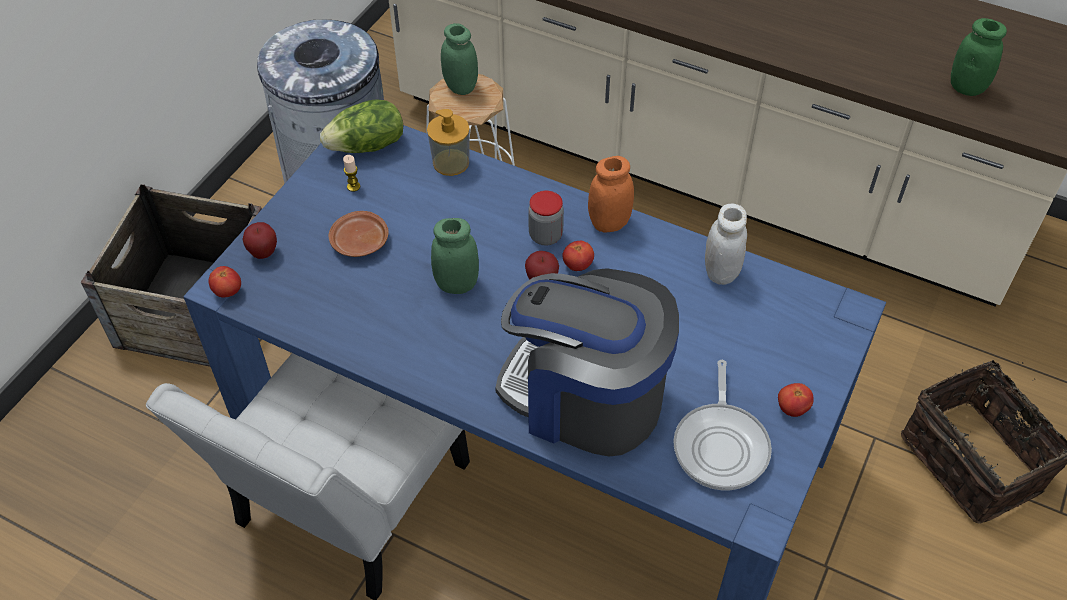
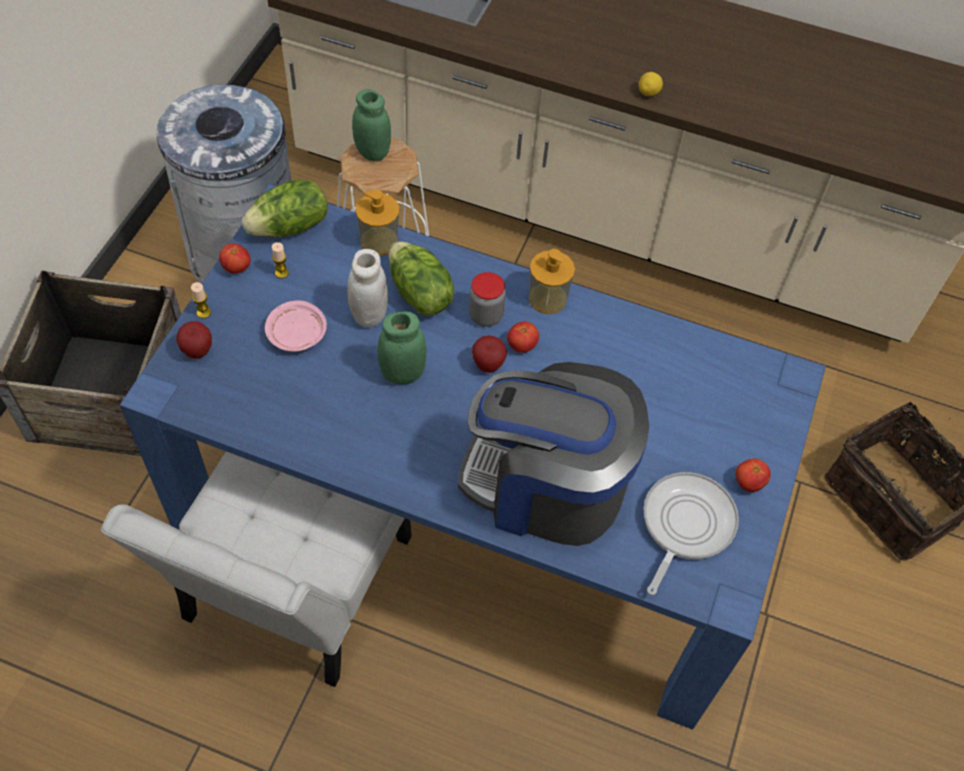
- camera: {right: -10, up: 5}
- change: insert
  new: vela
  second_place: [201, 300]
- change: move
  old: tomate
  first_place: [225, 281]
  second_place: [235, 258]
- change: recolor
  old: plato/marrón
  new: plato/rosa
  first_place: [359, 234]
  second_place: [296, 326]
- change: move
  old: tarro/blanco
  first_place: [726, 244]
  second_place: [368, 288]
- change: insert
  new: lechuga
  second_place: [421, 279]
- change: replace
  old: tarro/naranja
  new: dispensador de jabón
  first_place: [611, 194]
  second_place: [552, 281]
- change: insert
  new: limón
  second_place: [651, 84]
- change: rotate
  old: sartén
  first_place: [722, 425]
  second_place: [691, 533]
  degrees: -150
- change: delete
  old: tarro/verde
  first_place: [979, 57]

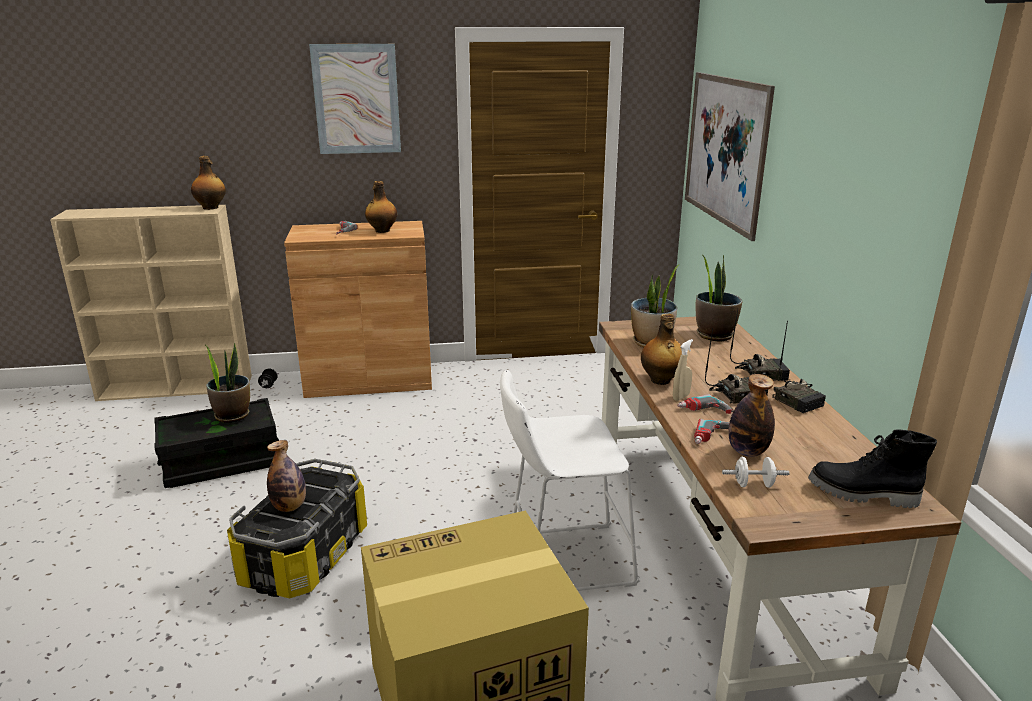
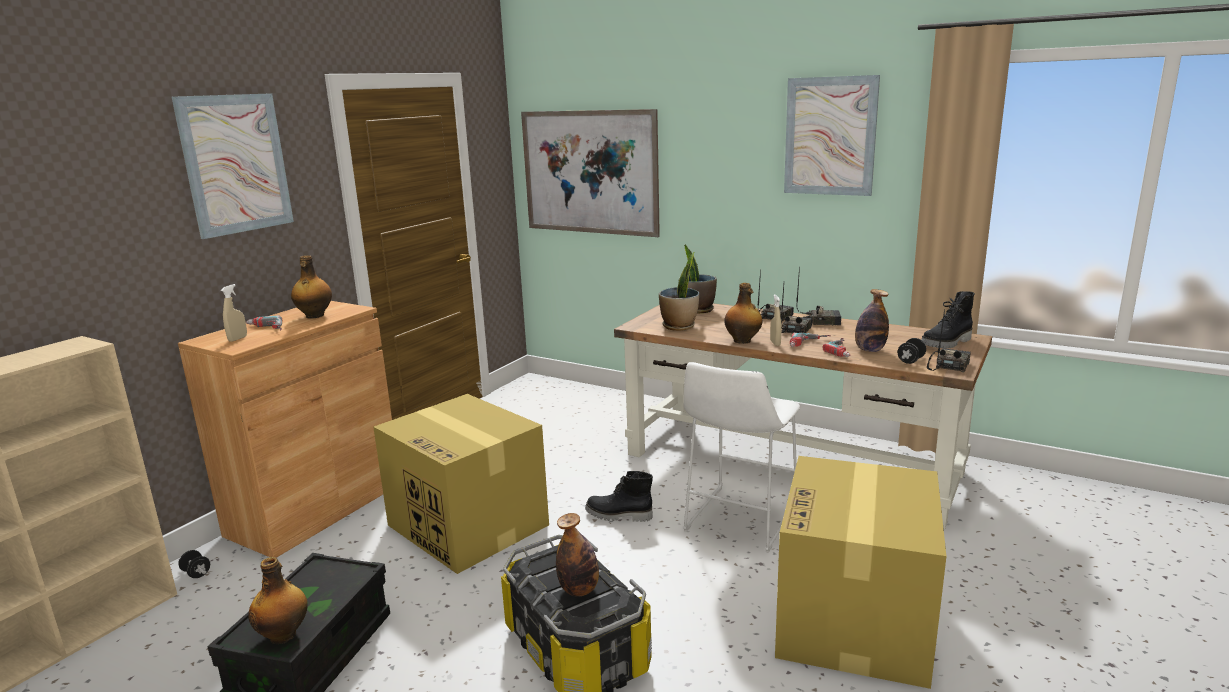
- camera: {right: -50, up: -5}
- change: insert
  new: pulverizador/beis
  second_place: [234, 313]
- change: move
  old: botella
  first_place: [208, 183]
  second_place: [278, 600]
- change: insert
  new: caja de cartón
  second_place: [461, 484]
- change: insert
  new: bota/negro
  second_place: [619, 496]
- change: insert
  new: cuadro
  second_place: [832, 135]
- change: recolor
  old: mancuerna/blanco
  new: mancuerna/negro
  first_place: [755, 472]
  second_place: [912, 351]
- change: insert
  new: radio
  second_place: [949, 340]
- change: delete
  old: planta en maceta
  first_place: [227, 383]

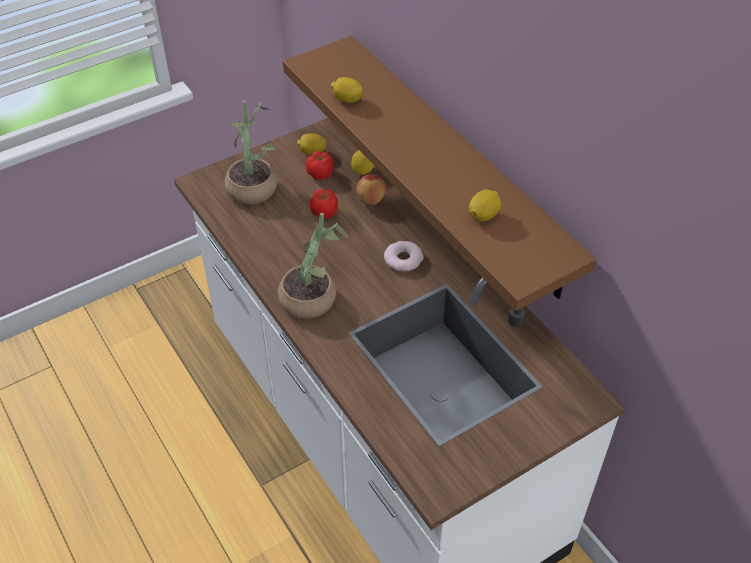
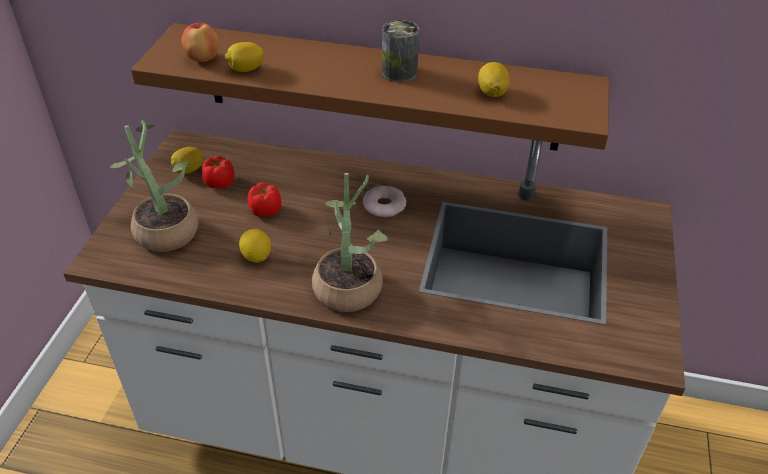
- camera: {right: -45, up: -5}
- change: move
  old: manzana
  first_place: [371, 189]
  second_place: [200, 42]
- change: move
  old: limón
  first_place: [362, 162]
  second_place: [255, 246]
- change: insert
  new: lata
  second_place: [400, 51]

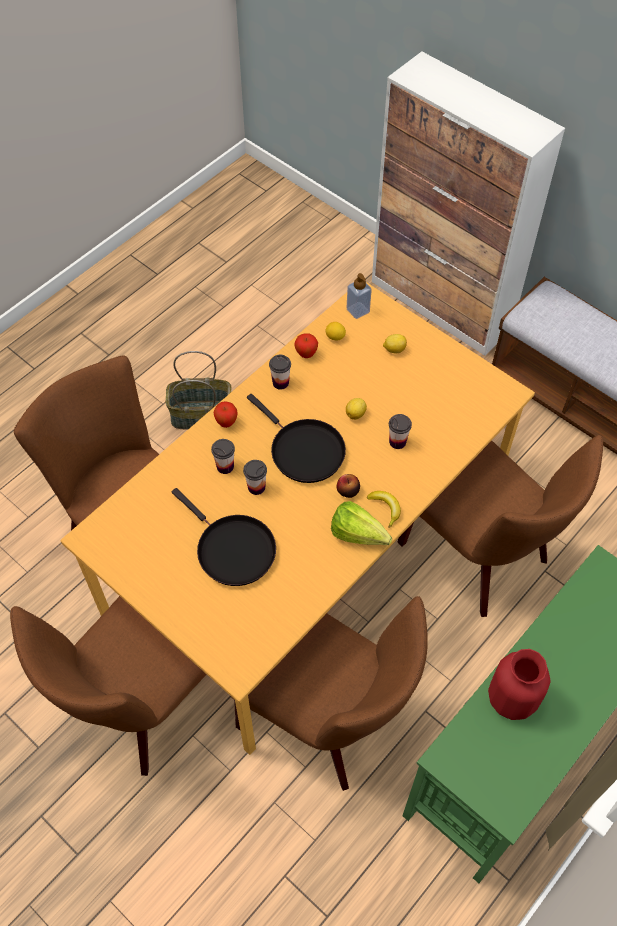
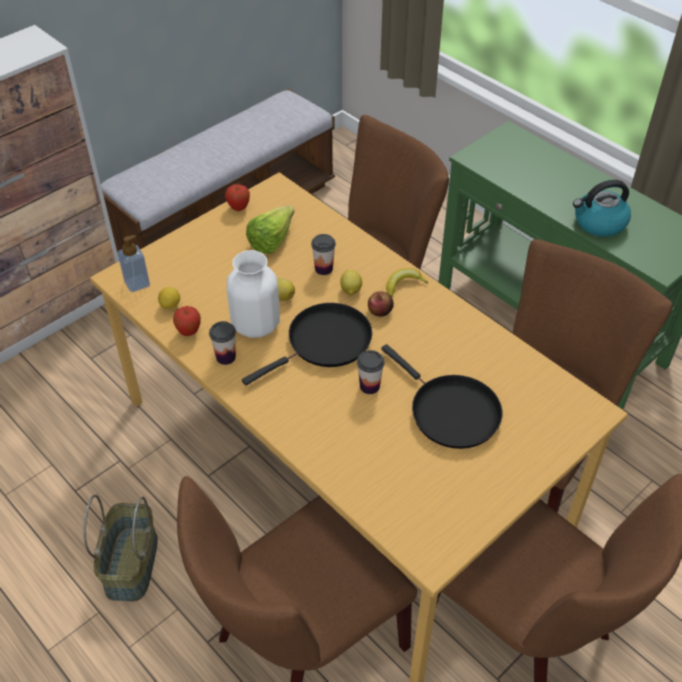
- camera: {right: -85, up: -10}
- change: move
  old: manzana
  first_place: [225, 414]
  second_place: [237, 197]
- change: insert
  new: florero/blanco
  second_place: [253, 294]
- change: move
  old: lechuga
  first_place: [361, 523]
  second_place: [270, 230]
- change: move
  old: limón
  first_place: [395, 343]
  second_place: [351, 282]
- change: rotate
  old: sartén/negro
  first_place: [224, 537]
  second_place: [442, 396]
  degrees: 90
- change: replace
  old: florero/rojo
  new: hervidor
  first_place: [519, 684]
  second_place: [602, 208]
- change: delete
  old: taza
  first_place: [223, 456]

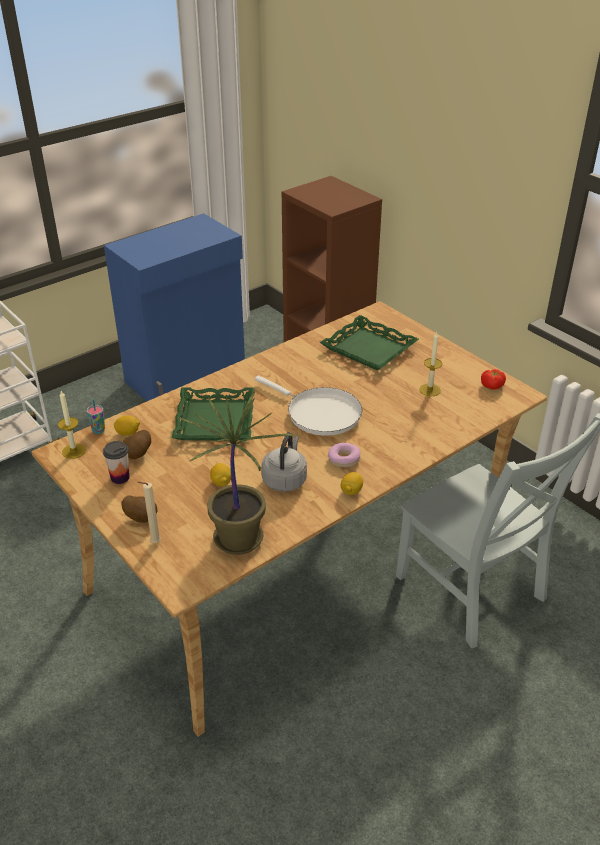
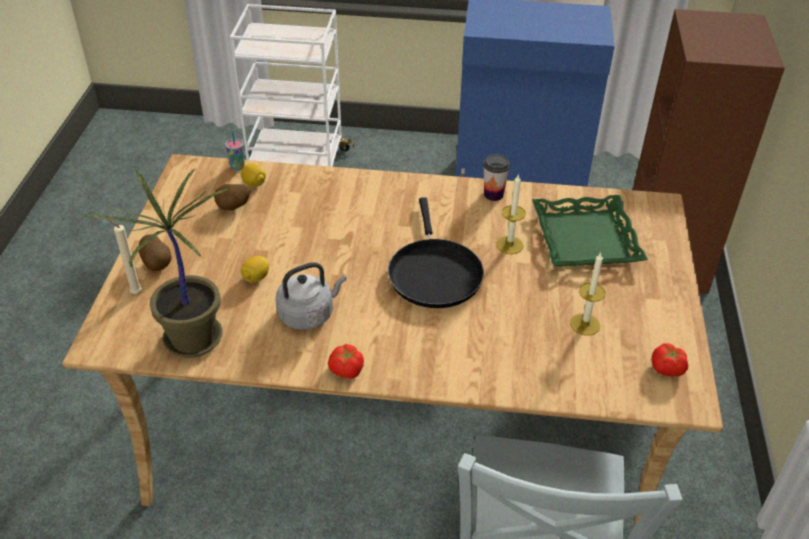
- camera: {right: 45, up: 5}
- change: replace
  old: limón
  new: tomate
  first_place: [351, 483]
  second_place: [346, 361]
- change: recolor
  old: sartén/blanco
  new: sartén/negro
  first_place: [308, 405]
  second_place: [436, 252]
- change: move
  old: taza
  first_place: [116, 462]
  second_place: [496, 177]
- change: move
  old: vela
  first_place: [72, 425]
  second_place: [511, 214]
- change: delete
  old: bandeja/verde
  first_place: [213, 414]
- change: delete
  old: rosquilla
  first_place: [344, 455]

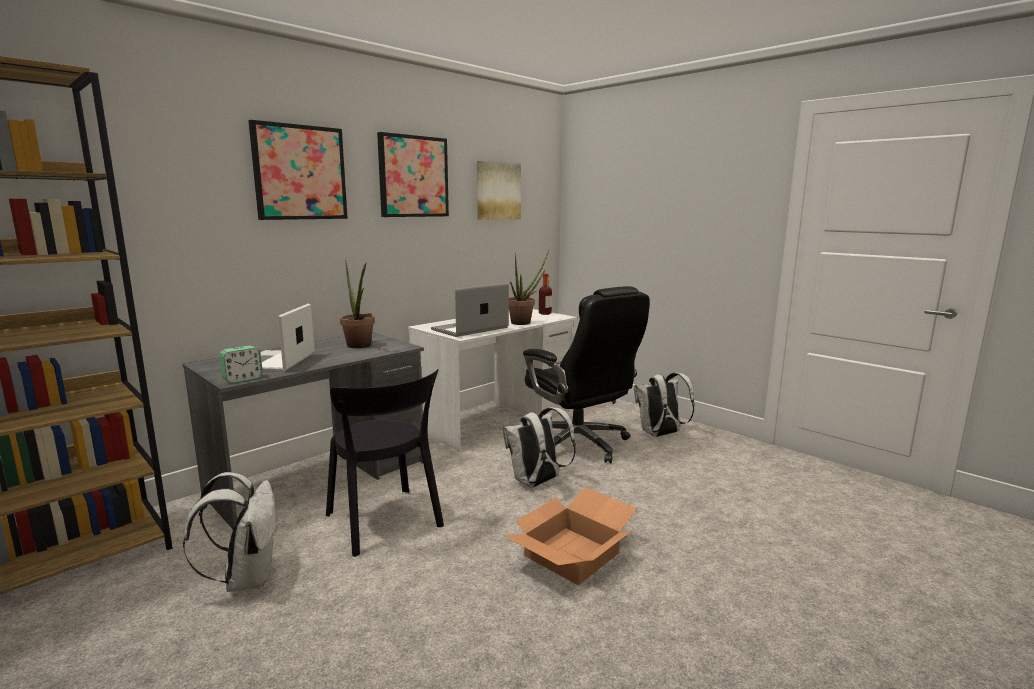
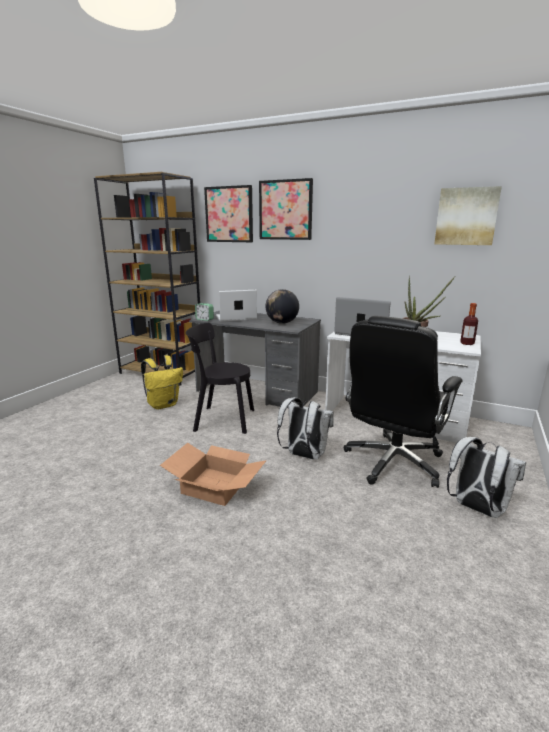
- camera: {right: 70, up: 5}
- change: recolor
  old: mochila/blanco
  new: mochila/amarillo
  first_place: [231, 532]
  second_place: [162, 382]
- change: rotate
  old: silla/negro
  first_place: [385, 463]
  second_place: [220, 378]
  degrees: 60
- change: move
  old: cuadro
  first_place: [413, 174]
  second_place: [228, 213]
- change: replace
  old: planta en maceta
  new: globo terráqueo
  first_place: [357, 304]
  second_place: [282, 306]

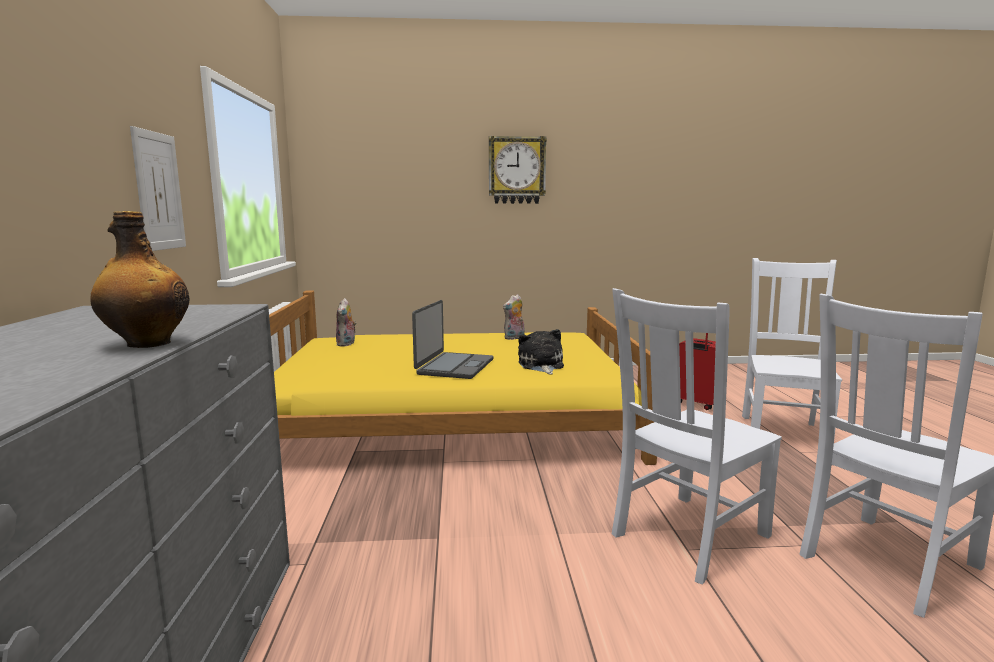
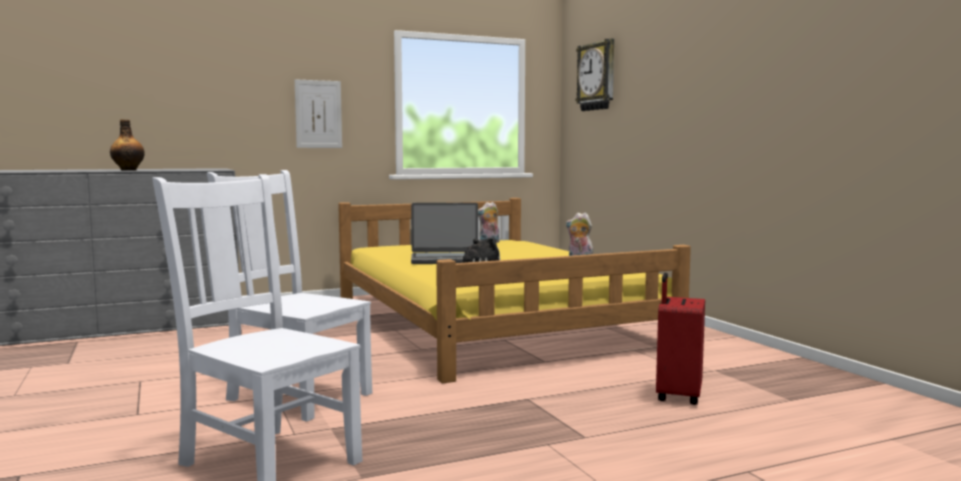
- camera: {right: 70, up: -5}
- change: move
  old: reloj de pared
  first_place: [518, 170]
  second_place: [594, 75]
- change: delete
  old: silla/blanco
  first_place: [792, 347]

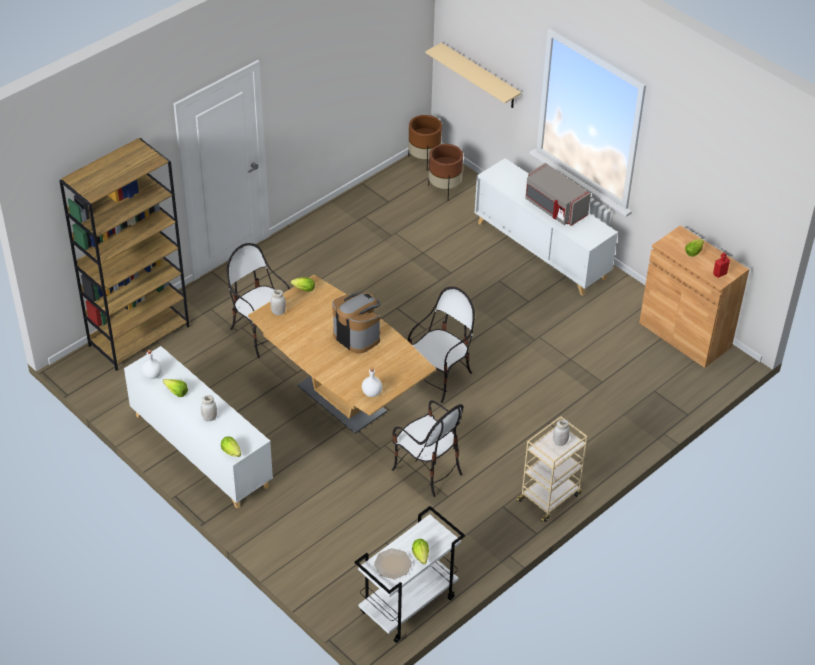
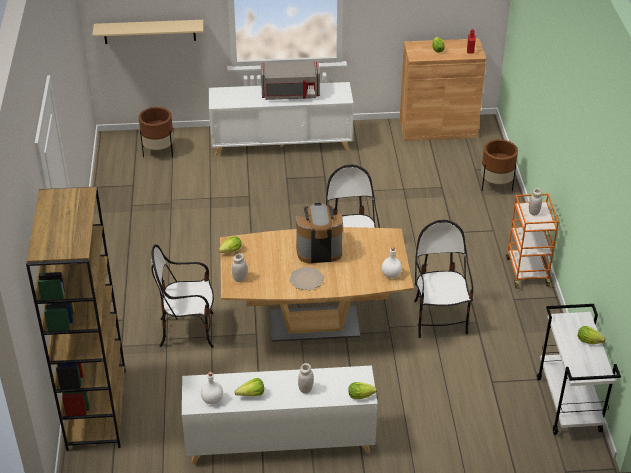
- camera: {right: -50, up: -5}
- change: move
  old: plato
  first_place: [393, 563]
  second_place: [306, 278]
- change: rotate
  old: silla
  first_place: [427, 448]
  second_place: [443, 279]
  degrees: -90
- change: move
  old: maceta/marrón
  first_place: [425, 141]
  second_place: [499, 165]
- change: recolor
  old: carrito/beis
  new: carrito/naranja
  first_place: [552, 469]
  second_place: [532, 241]

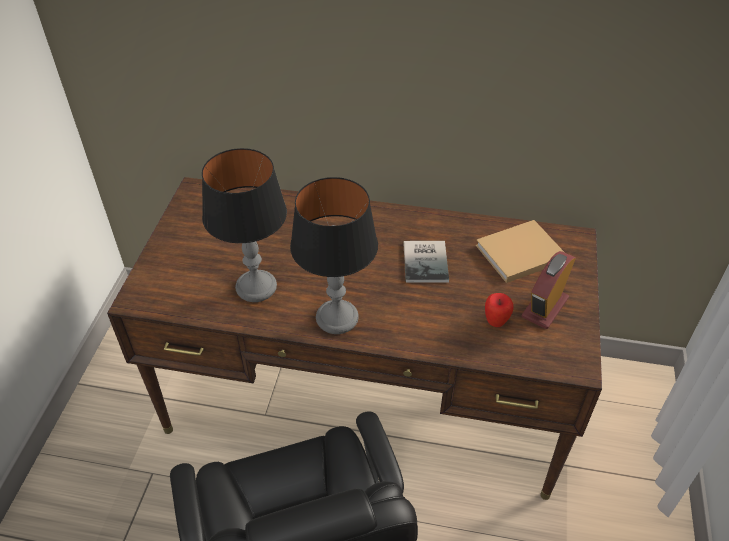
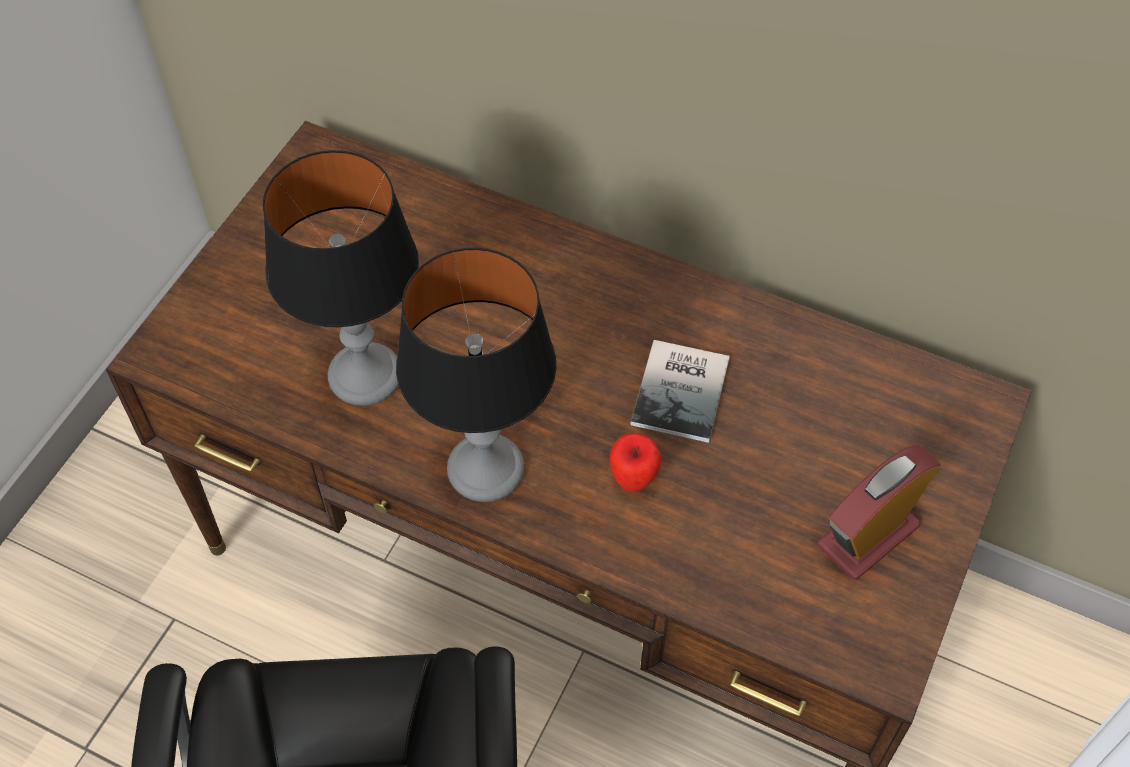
- camera: {right: 15, up: 10}
- change: move
  old: manzana
  first_place: [499, 310]
  second_place: [635, 462]
- change: delete
  old: libro/beis
  first_place: [520, 251]

